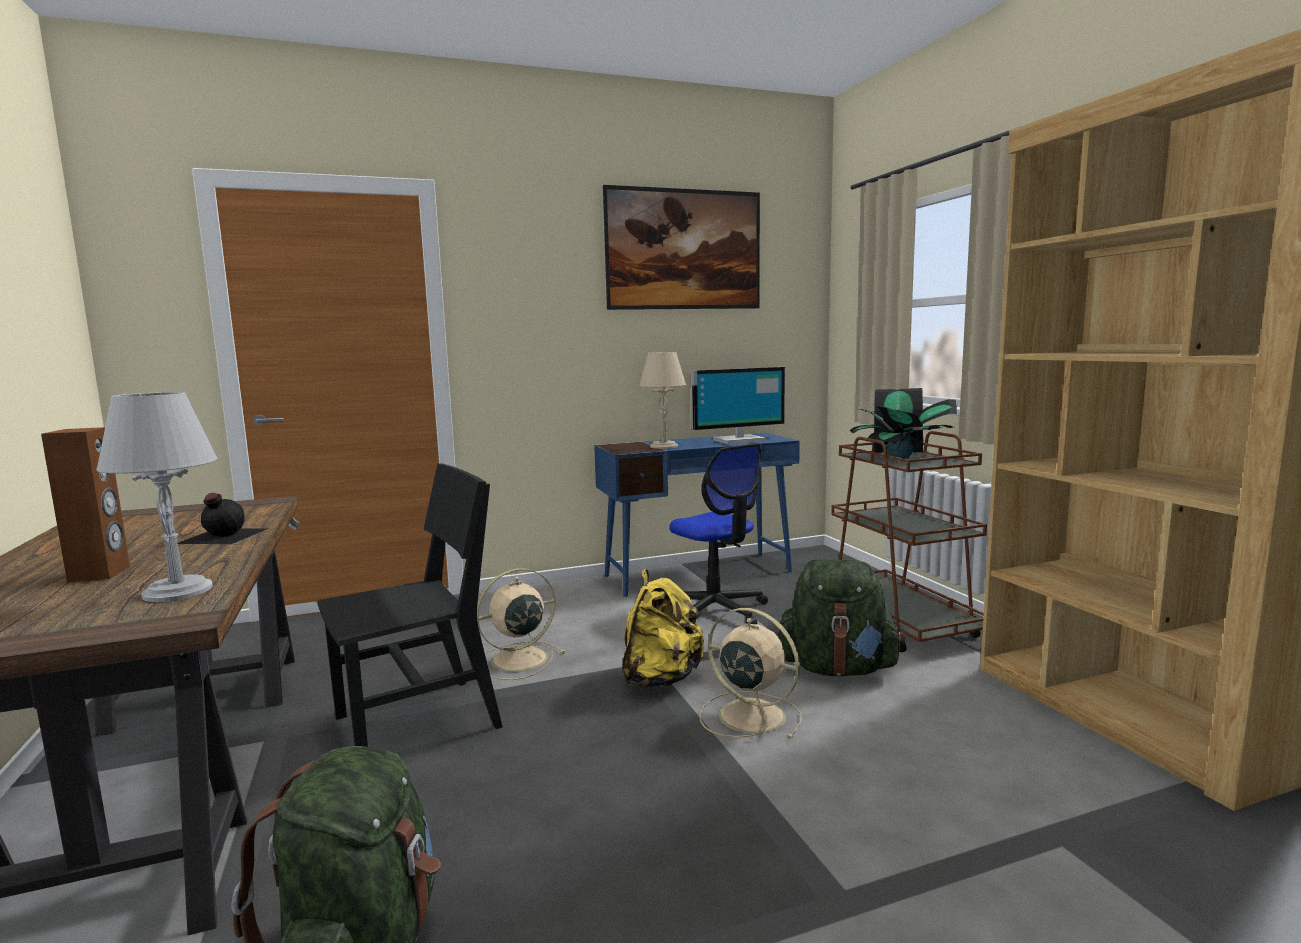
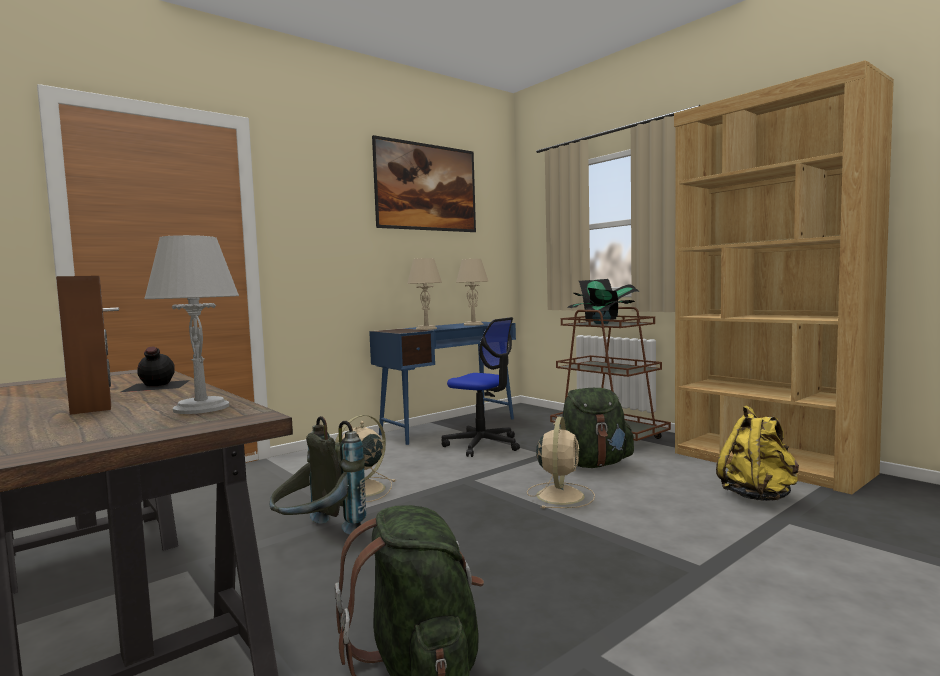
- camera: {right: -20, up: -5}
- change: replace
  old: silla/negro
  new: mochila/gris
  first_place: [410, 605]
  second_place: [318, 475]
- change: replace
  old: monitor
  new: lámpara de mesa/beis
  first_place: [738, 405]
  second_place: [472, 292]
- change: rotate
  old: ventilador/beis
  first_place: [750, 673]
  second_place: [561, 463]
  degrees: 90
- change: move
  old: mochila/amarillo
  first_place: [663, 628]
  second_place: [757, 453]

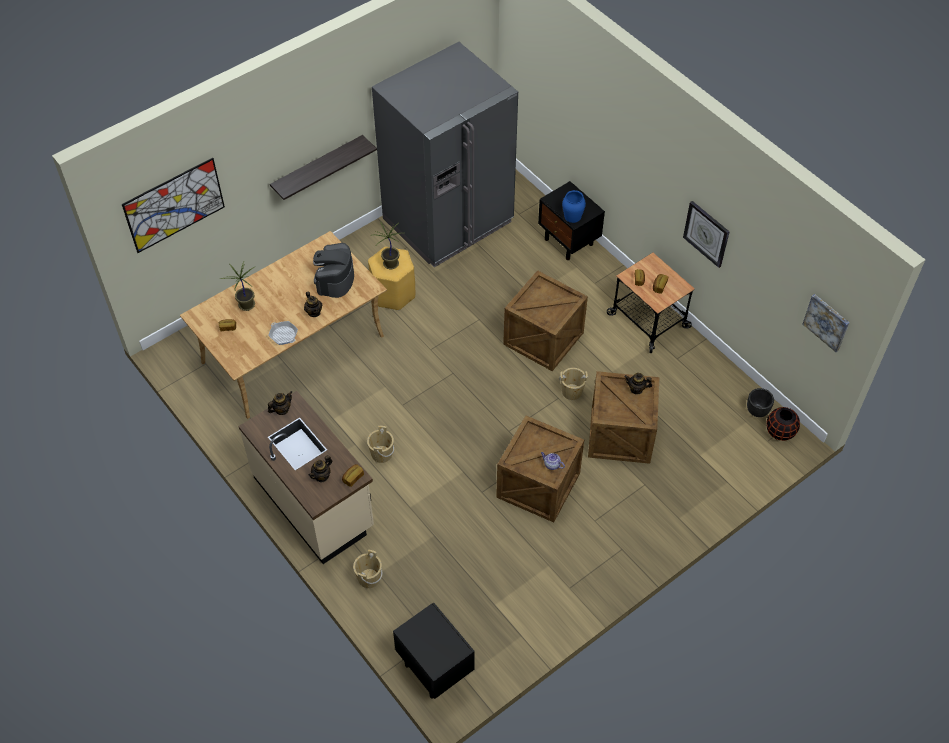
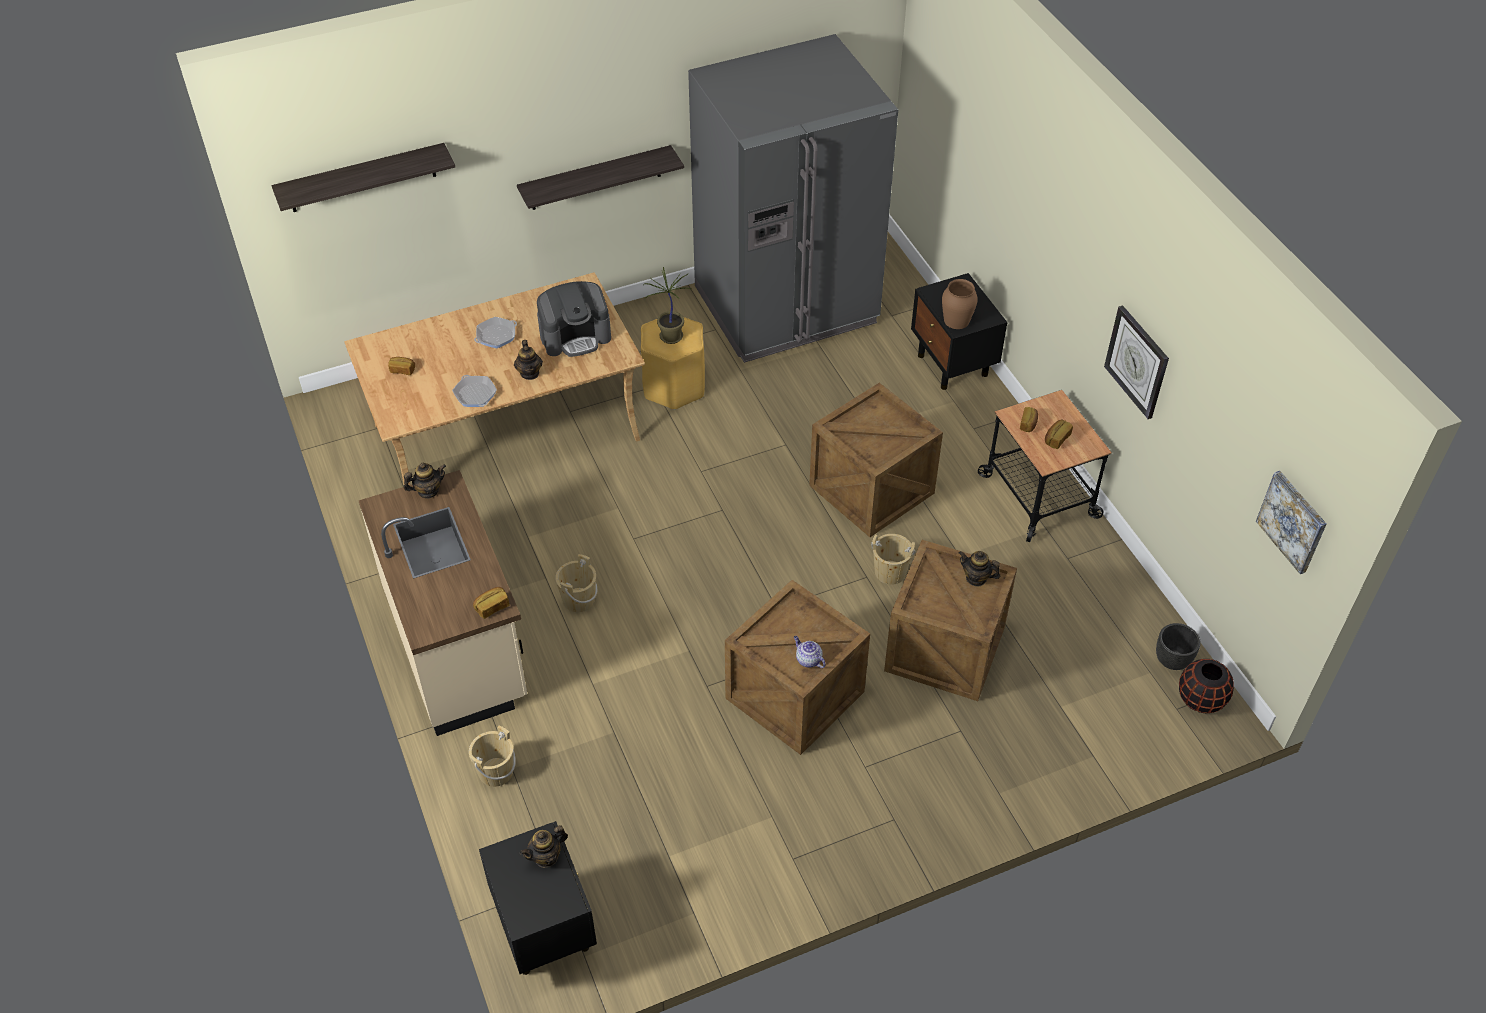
- camera: {right: 15, up: -5}
- change: replace
  old: cuadro
  new: estante
  first_place: [173, 205]
  second_place: [363, 177]
- change: insert
  new: sartén
  second_place: [495, 332]
- change: move
  old: tetera
  first_place: [320, 468]
  second_place: [544, 846]
- change: rotate
  old: cafetera
  first_place: [333, 270]
  second_place: [574, 319]
  degrees: -135
- change: recolor
  old: florero/azul
  new: florero/marrón
  first_place: [574, 206]
  second_place: [960, 304]
- change: delete
  old: planta en maceta
  first_place: [237, 286]

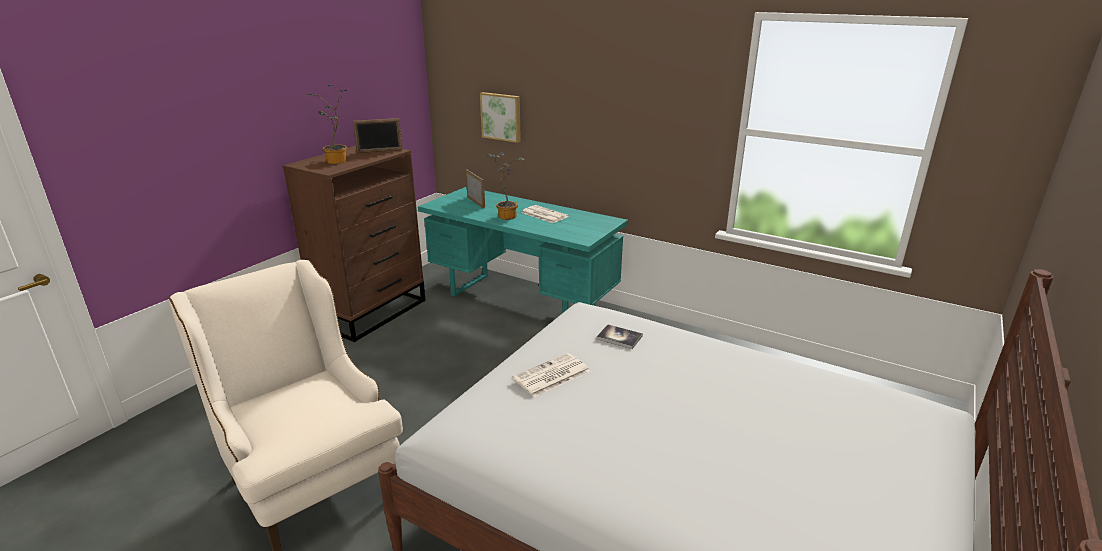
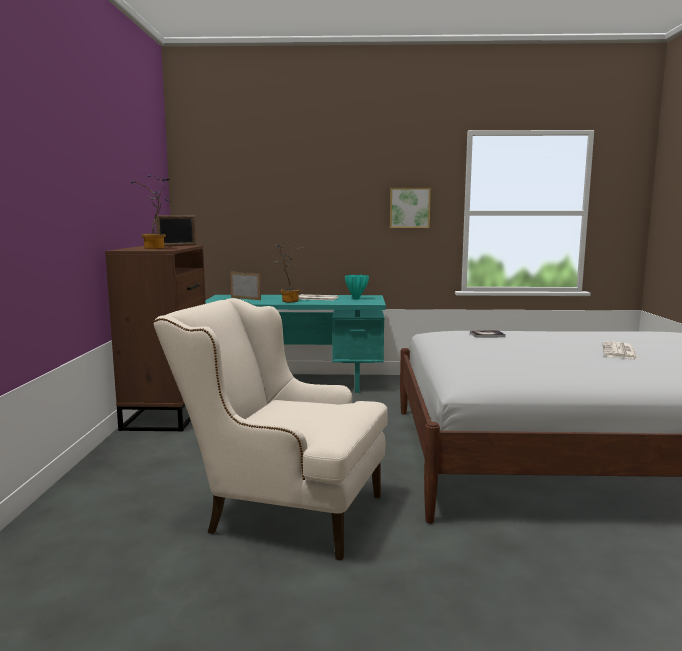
- camera: {right: -30, up: -15}
- change: insert
  new: florero/turquesa
  second_place: [357, 287]
- change: move
  old: cuadro
  first_place: [500, 117]
  second_place: [410, 208]
- change: move
  old: periódico
  first_place: [551, 375]
  second_place: [620, 350]

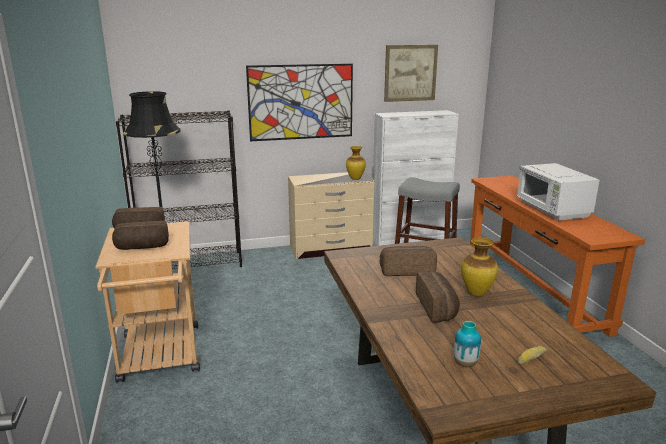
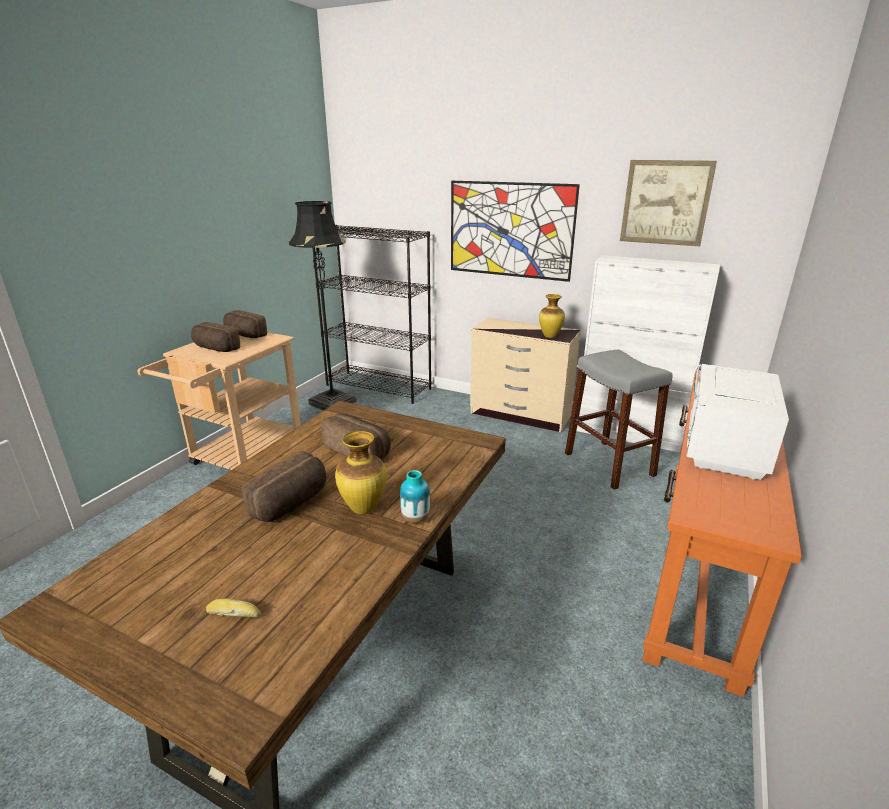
- camera: {right: 40, up: 5}
- change: move
  old: florero
  first_place: [467, 344]
  second_place: [415, 496]

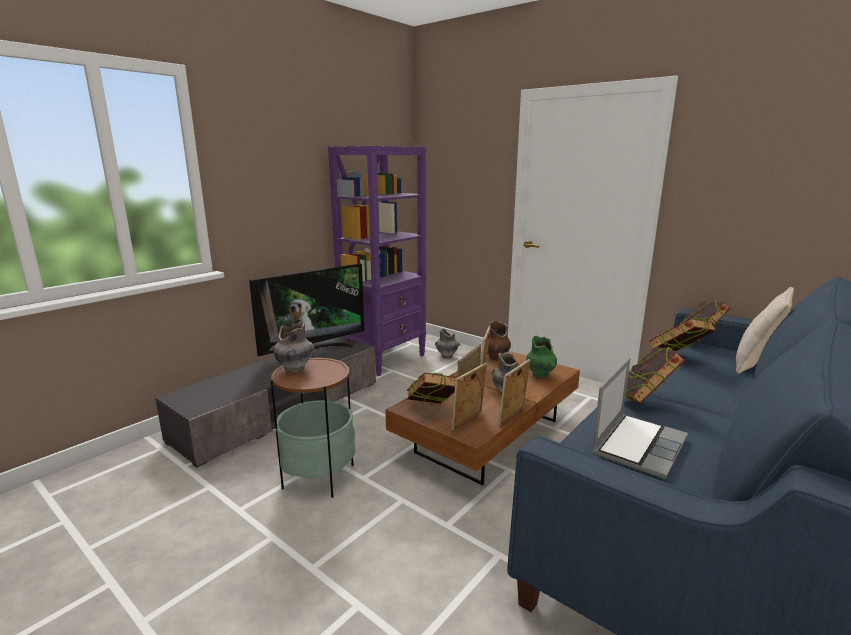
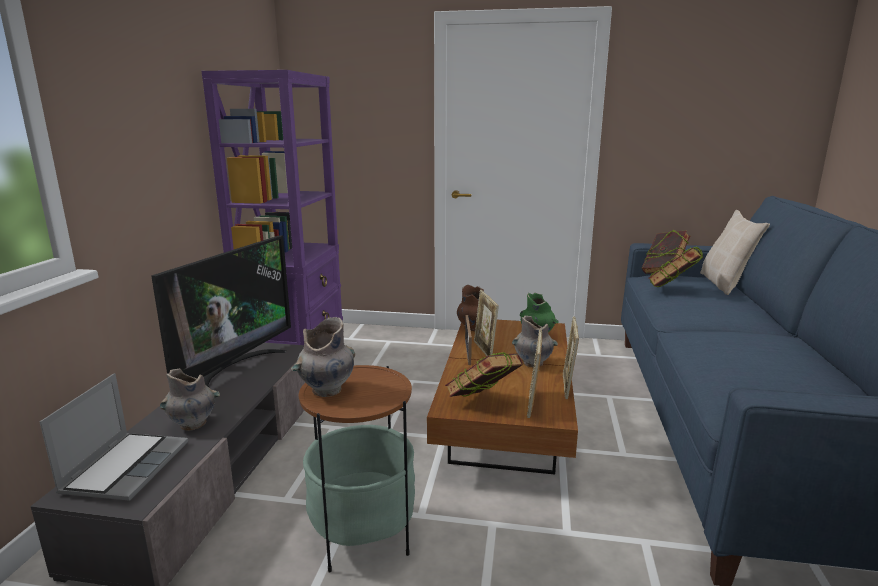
- camera: {right: -30, up: 0}
- change: move
  old: portátil
  first_place: [639, 418]
  second_place: [114, 437]
- change: move
  old: florero/gris
  first_place: [448, 343]
  second_place: [190, 399]
- change: delete
  old: libro
  first_place: [655, 375]

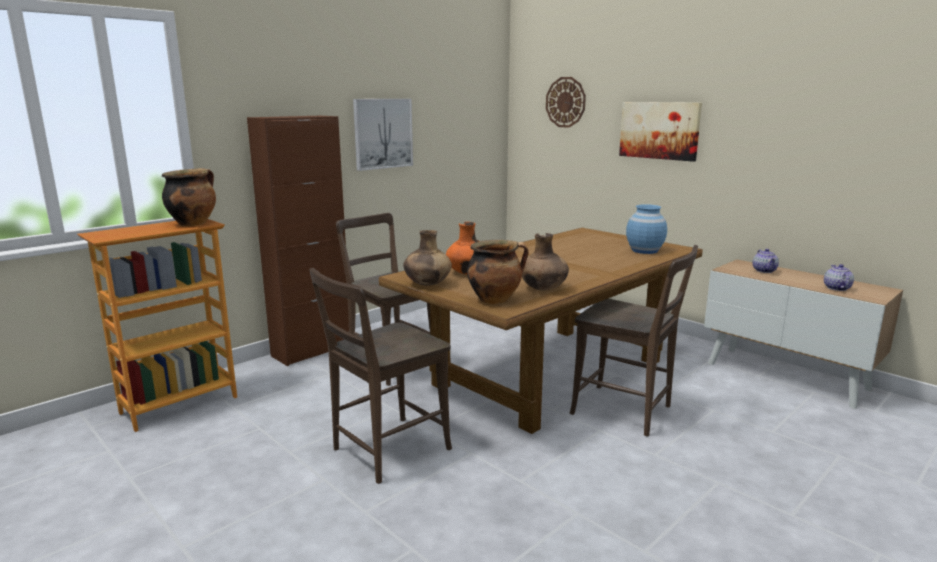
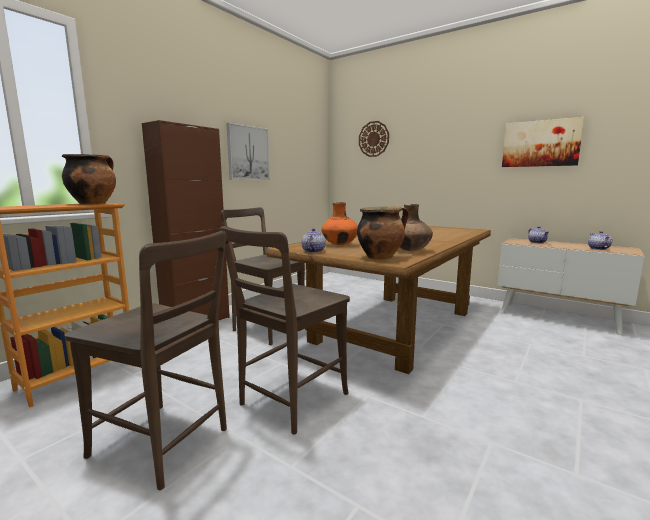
- camera: {right: -10, up: -5}
- change: move
  old: silla/marrón
  first_place: [634, 340]
  second_place: [146, 360]
- change: replace
  old: florero/marrón
  new: tetera
  first_place: [427, 258]
  second_place: [313, 240]
- change: move
  old: cuadro
  first_place: [660, 132]
  second_place: [543, 142]
- change: delete
  old: florero/azul
  first_place: [646, 229]

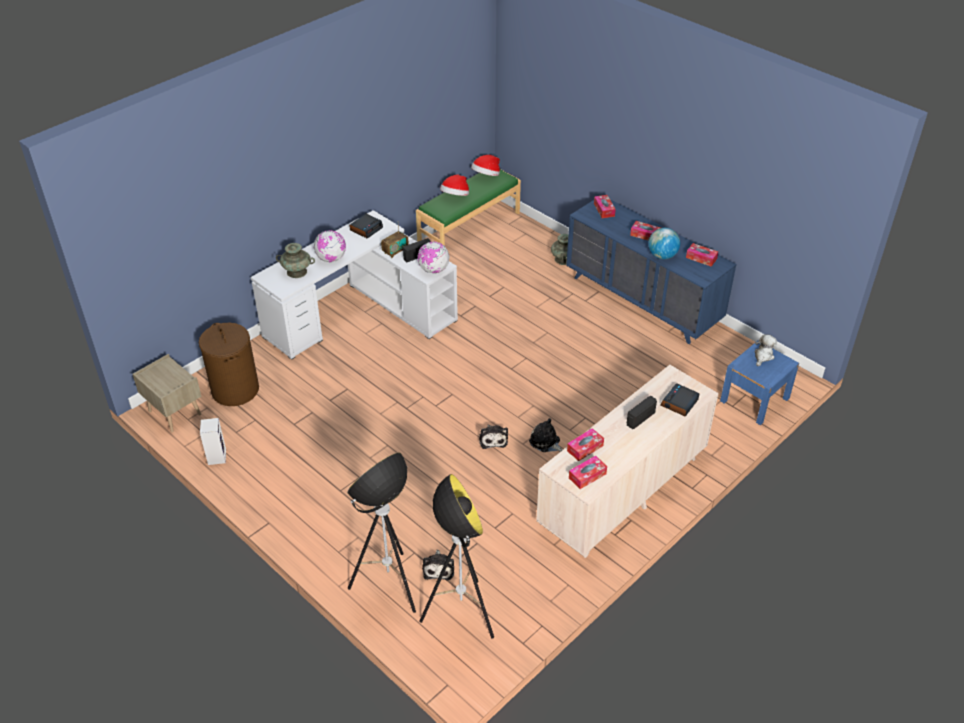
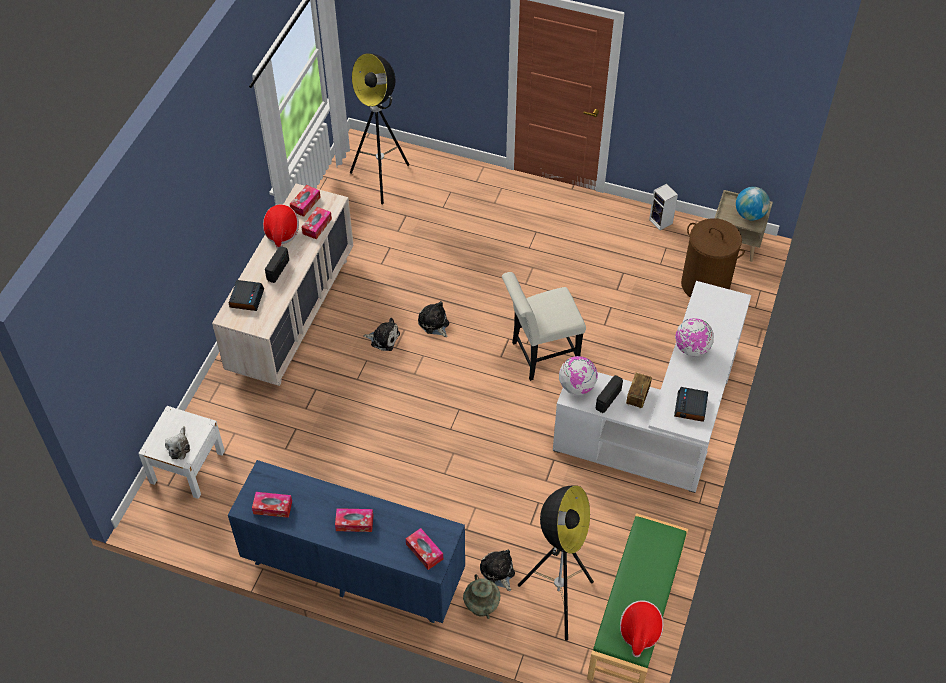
- camera: {right: 155, up: 10}
- change: recolor
  old: mesita de noche/azul
  new: mesita de noche/blanco
  first_place: [759, 383]
  second_place: [181, 452]
- change: move
  old: sombrero
  first_place: [454, 185]
  second_place: [281, 226]
- change: move
  old: peluche
  first_place: [438, 565]
  second_place: [497, 570]
- change: insert
  new: silla/blanco
  second_place: [544, 326]
- change: move
  old: lámpara de pie
  first_place: [381, 532]
  second_place: [556, 563]
- change: move
  old: globo terráqueo
  first_place: [664, 243]
  second_place: [753, 203]
- change: delete
  old: florero/turquesa
  first_place: [295, 260]

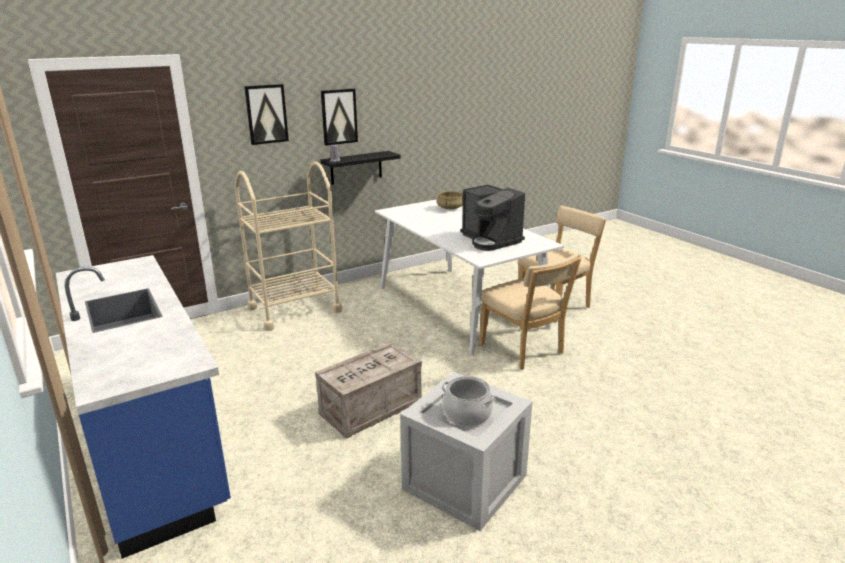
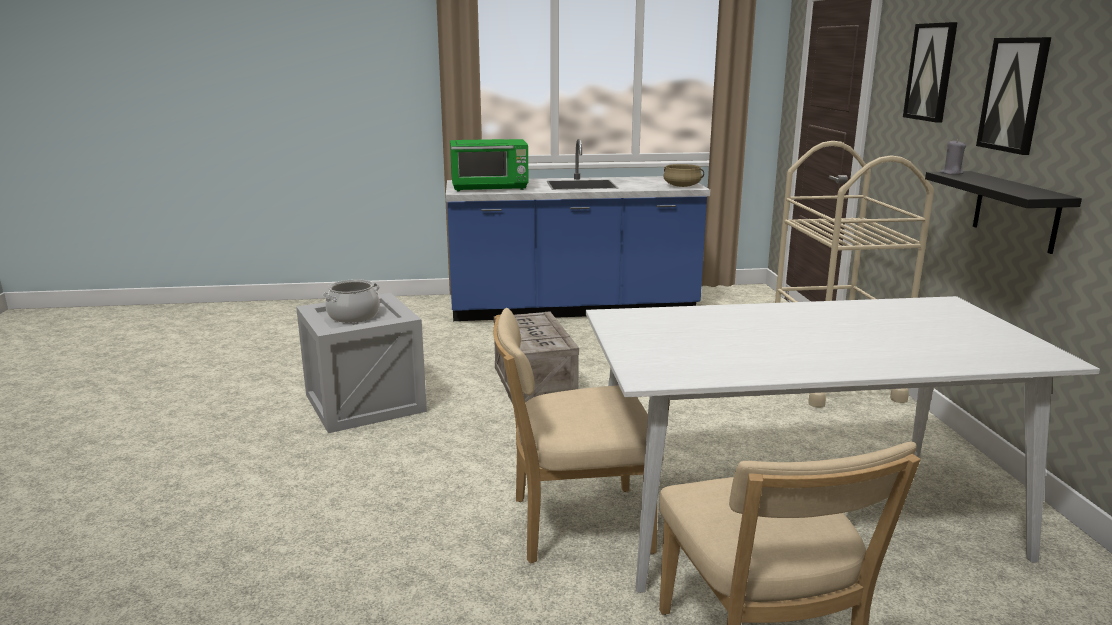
- camera: {right: 115, up: -5}
- change: insert
  new: microondas/verde
  second_place: [489, 165]
- change: move
  old: olla/beis
  first_place: [450, 200]
  second_place: [683, 175]
- change: delete
  old: cafetera
  first_place: [492, 218]

